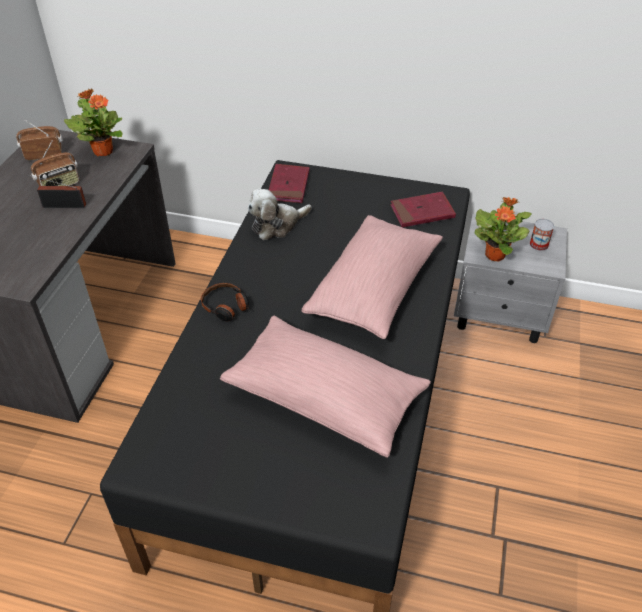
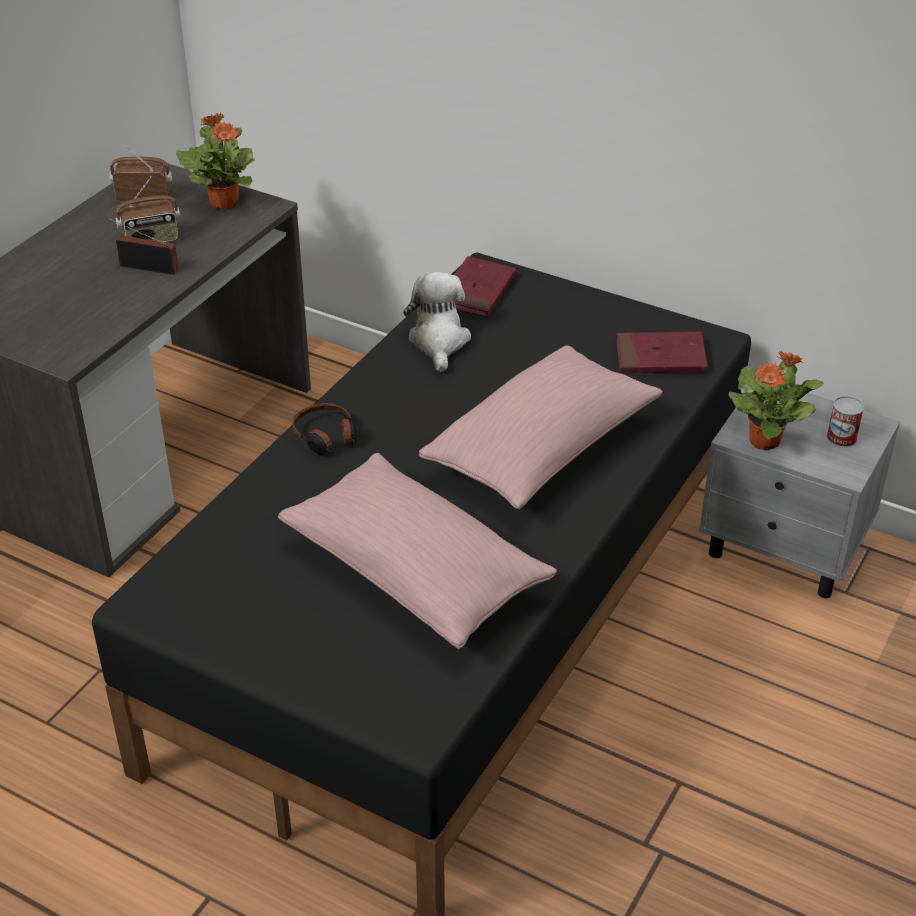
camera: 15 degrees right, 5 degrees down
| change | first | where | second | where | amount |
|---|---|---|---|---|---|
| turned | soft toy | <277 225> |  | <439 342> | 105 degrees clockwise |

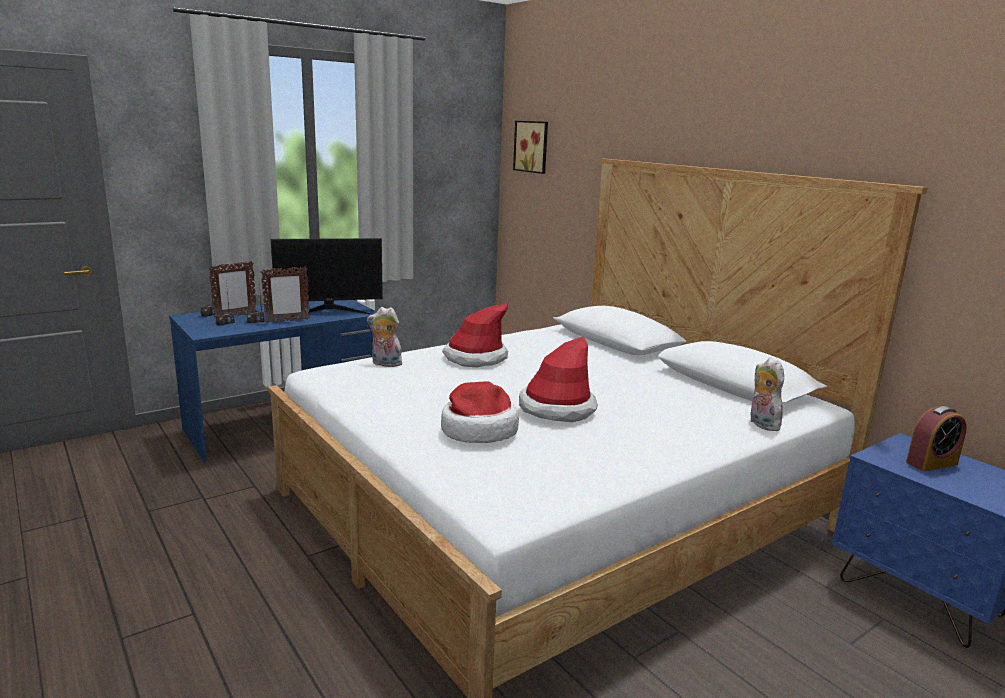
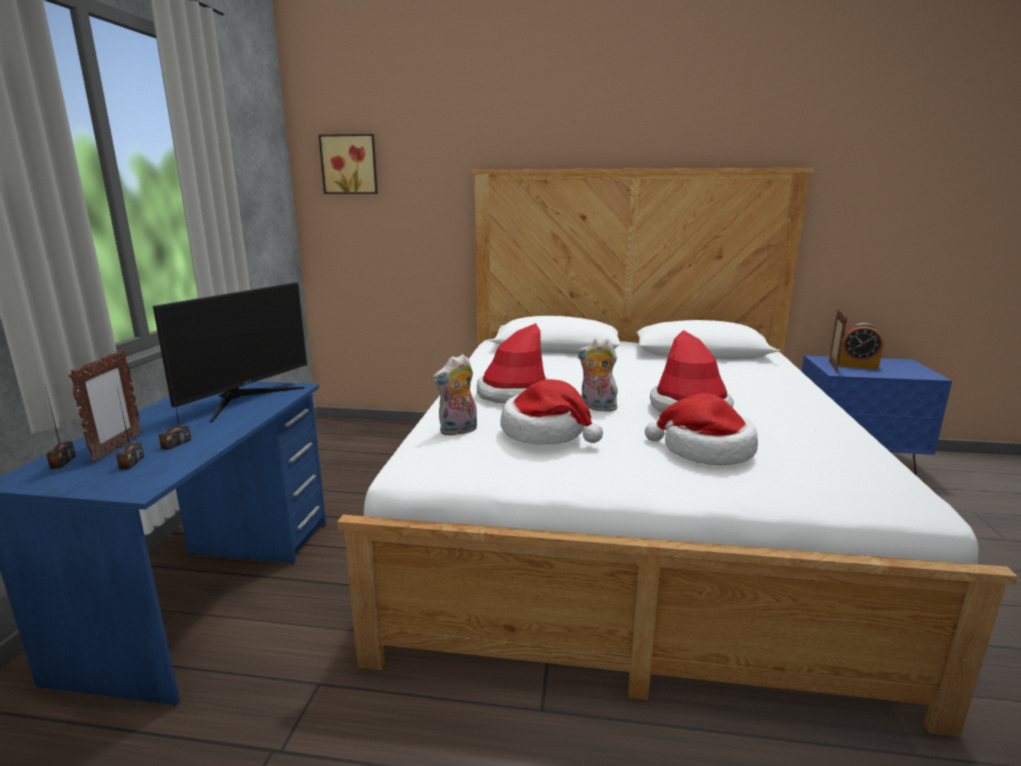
camera: 45 degrees left, 0 degrees up
| change | first | where | second | where | amount |
|---|---|---|---|---|---|
| moved | picture frame | <287 321> |  | <832 367> |  |
| moved | soft toy | <761 424> |  | <596 407> |  |
| turned | bedside clock | <931 463> |  | <857 366> | 90 degrees clockwise |
| added |  |  | wearable hat | <546 432> |  |

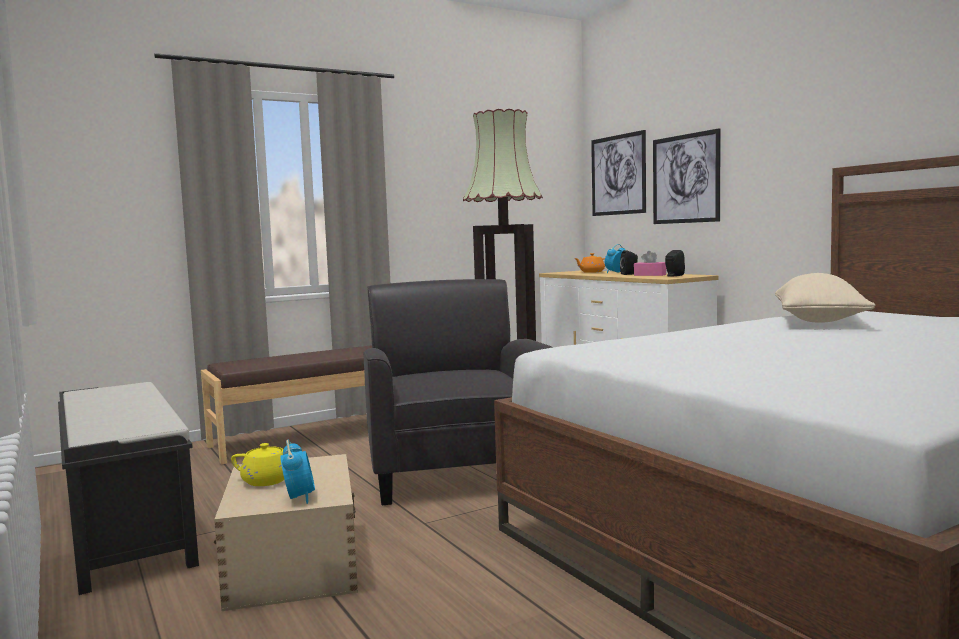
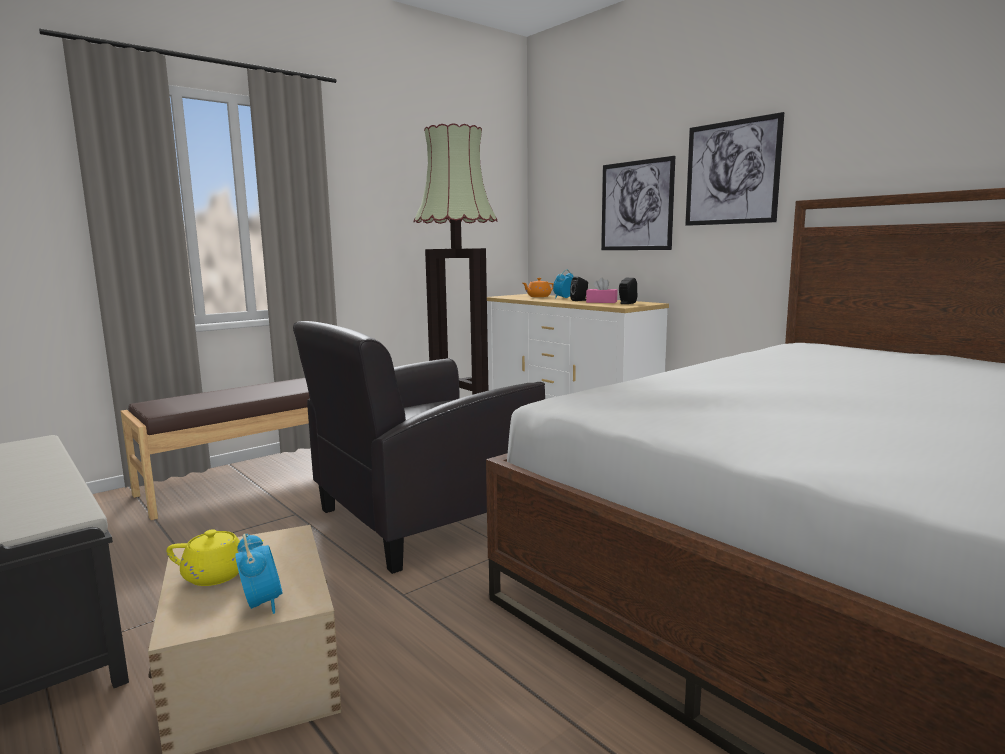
camera: 10 degrees left, 5 degrees up
| change | first | where | second | where | amount |
|---|---|---|---|---|---|
| moved | wall art | <618 175> |  | <731 173> |  |
| removed | pillow (sand-coloured) | <819 320> |  |  |  |
| turned | lounge chair (black) | <455 471> |  | <422 518> | 105 degrees counterclockwise |

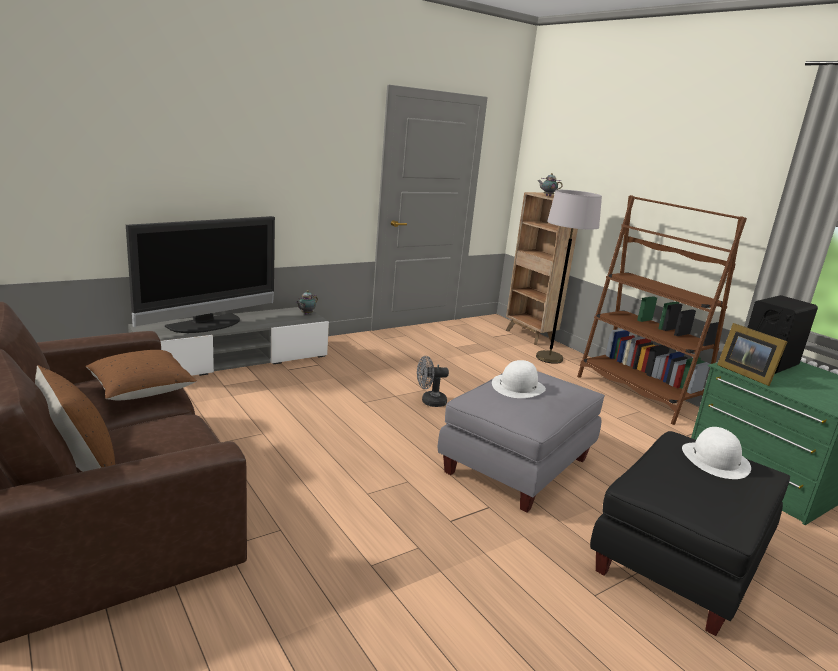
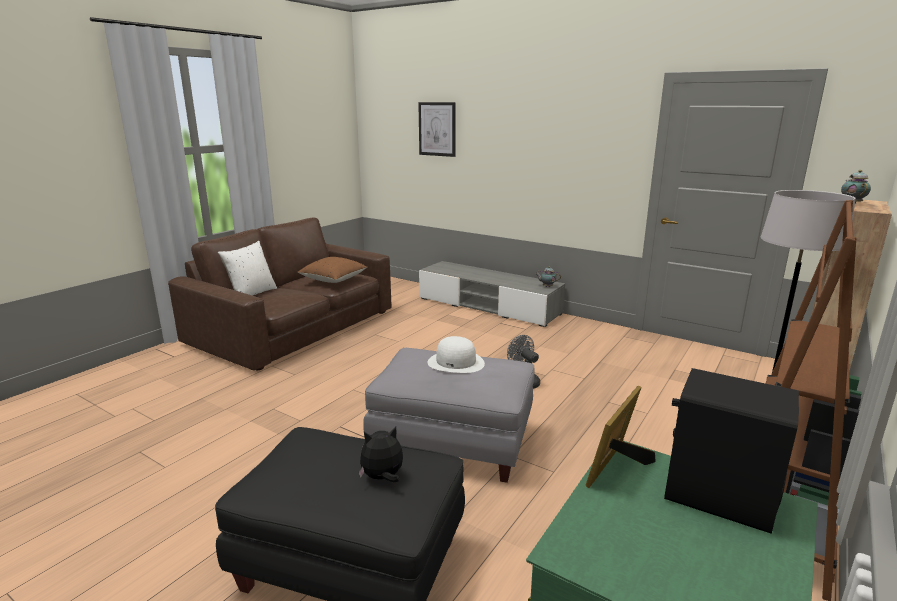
camera: 70 degrees right, 0 degrees up
| change | first | where | second | where | amount |
|---|---|---|---|---|---|
| removed | TV set | <207 325> |  |  |  |
| recoloured | pillow (brownish) | <80 468> | pillow (whitish) | <251 294> |  |
| replaced | wearable hat (whitish) | <715 460> | soft toy | <383 478> |  |
| added |  |  | wall art | <437 129> |  |

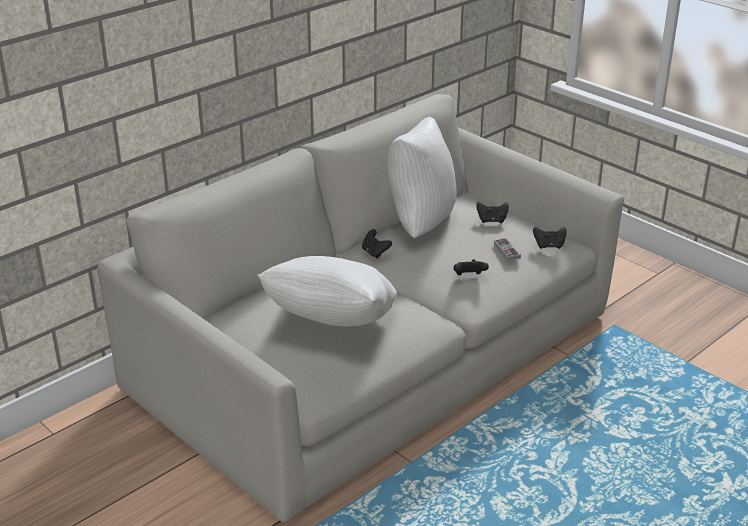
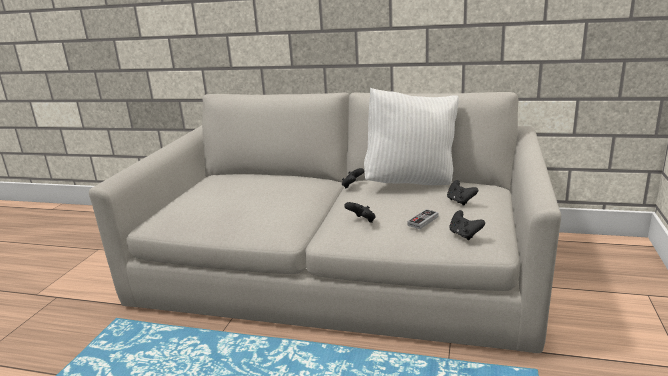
camera: 60 degrees right, 10 degrees down
| change | first | where | second | where | amount |
|---|---|---|---|---|---|
| removed | pillow (whitish) | <331 326> |  |  |  |

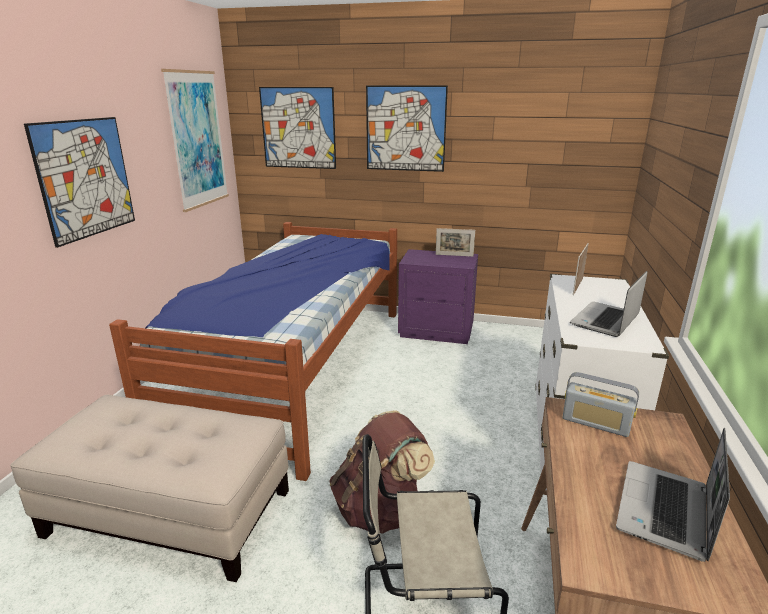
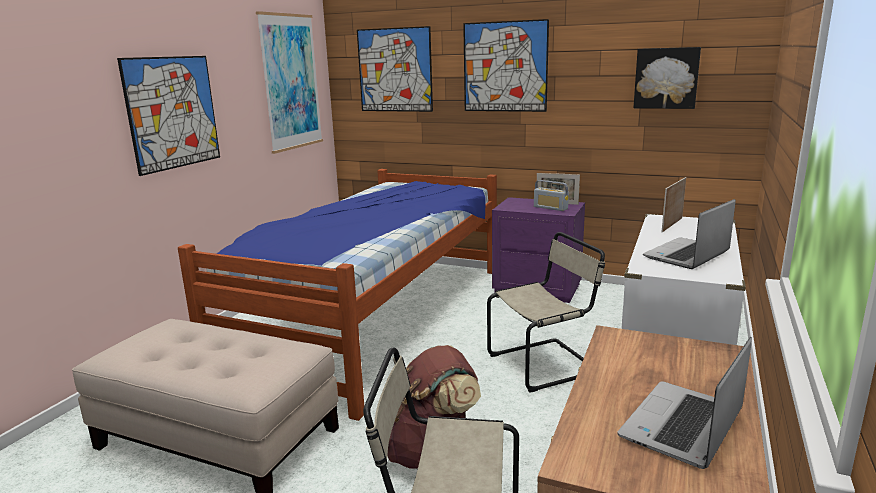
camera: 10 degrees right, 5 degrees down
| change | first | where | second | where | amount |
|---|---|---|---|---|---|
| moved | radio | <596 423> |  | <550 208> |  |
| added |  |  | wall art | <666 78> |  |
| added |  |  | plain chair (sand-coloured) | <545 364> |  |

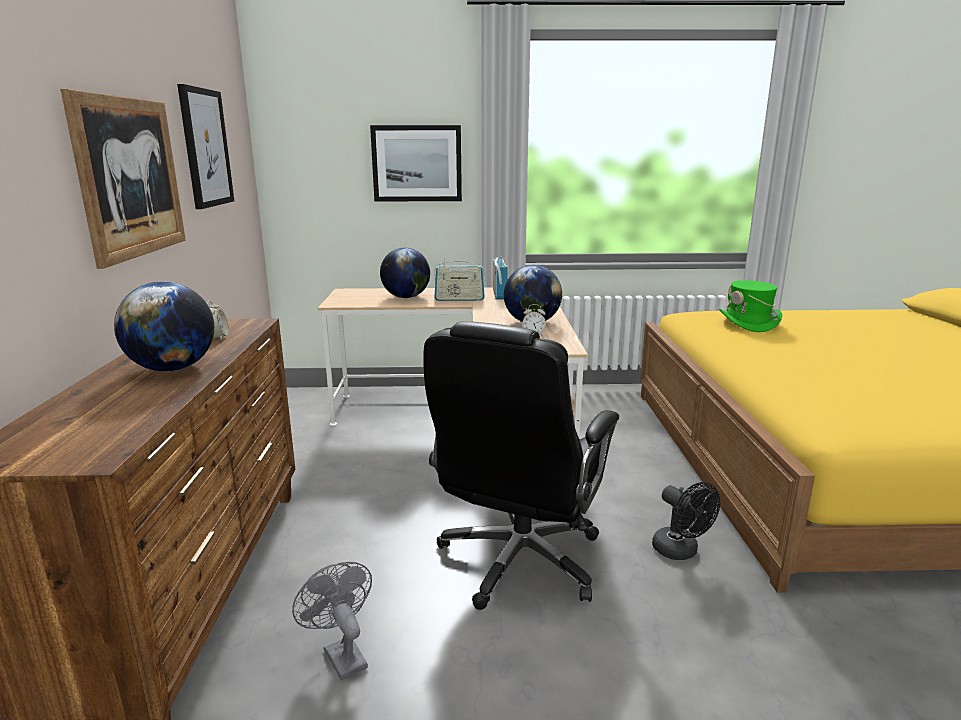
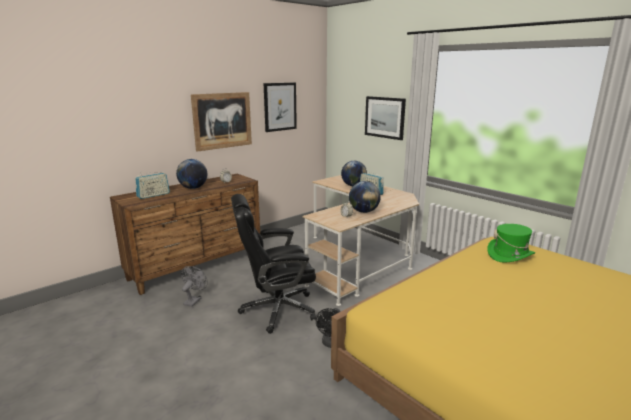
camera: 50 degrees right, 0 degrees up
| change | first | where | second | where | amount |
|---|---|---|---|---|---|
| moved | radio | <499 294> |  | <153 195> |  |

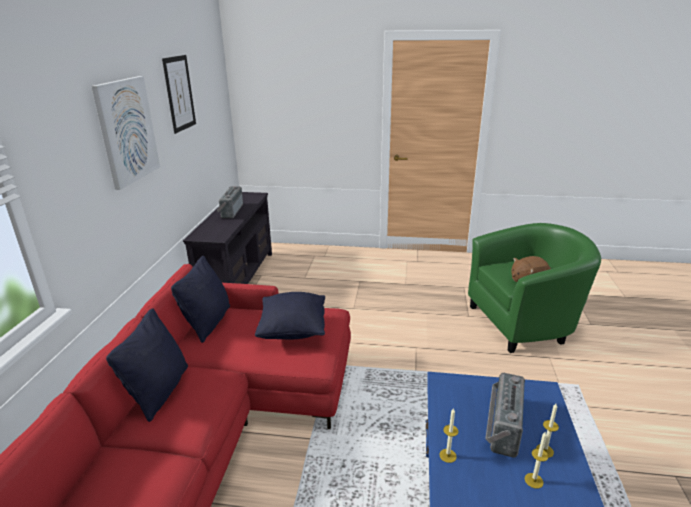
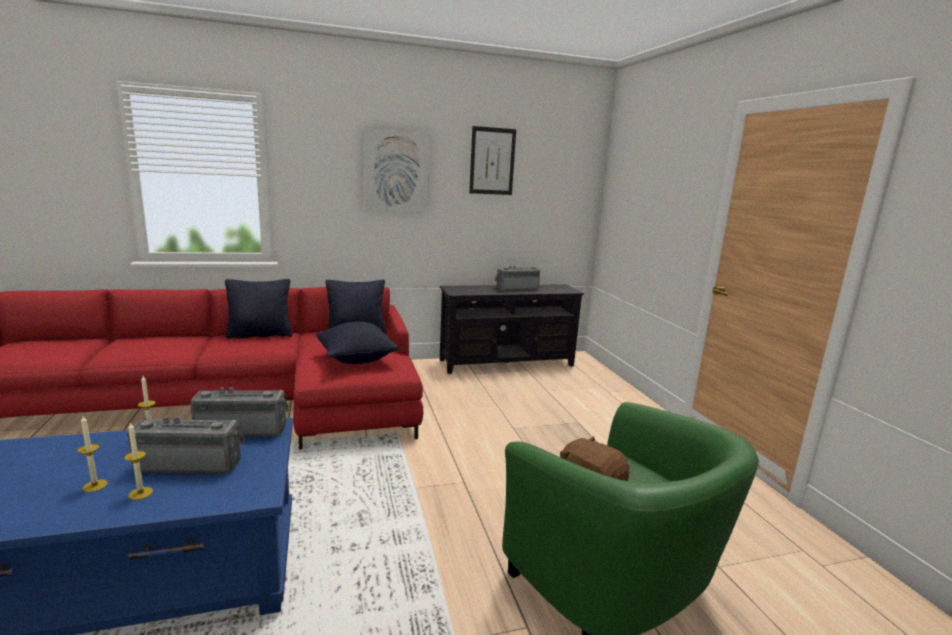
camera: 65 degrees right, 10 degrees down
| change | first | where | second | where | amount |
|---|---|---|---|---|---|
| added |  |  | radio | <243 429> |  |

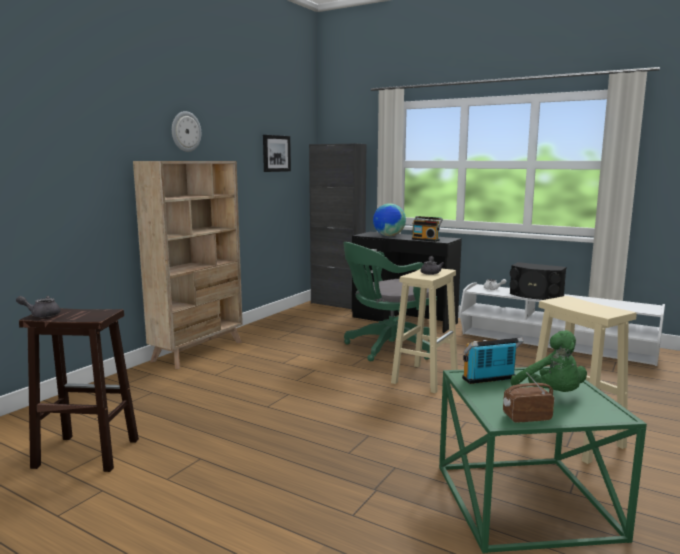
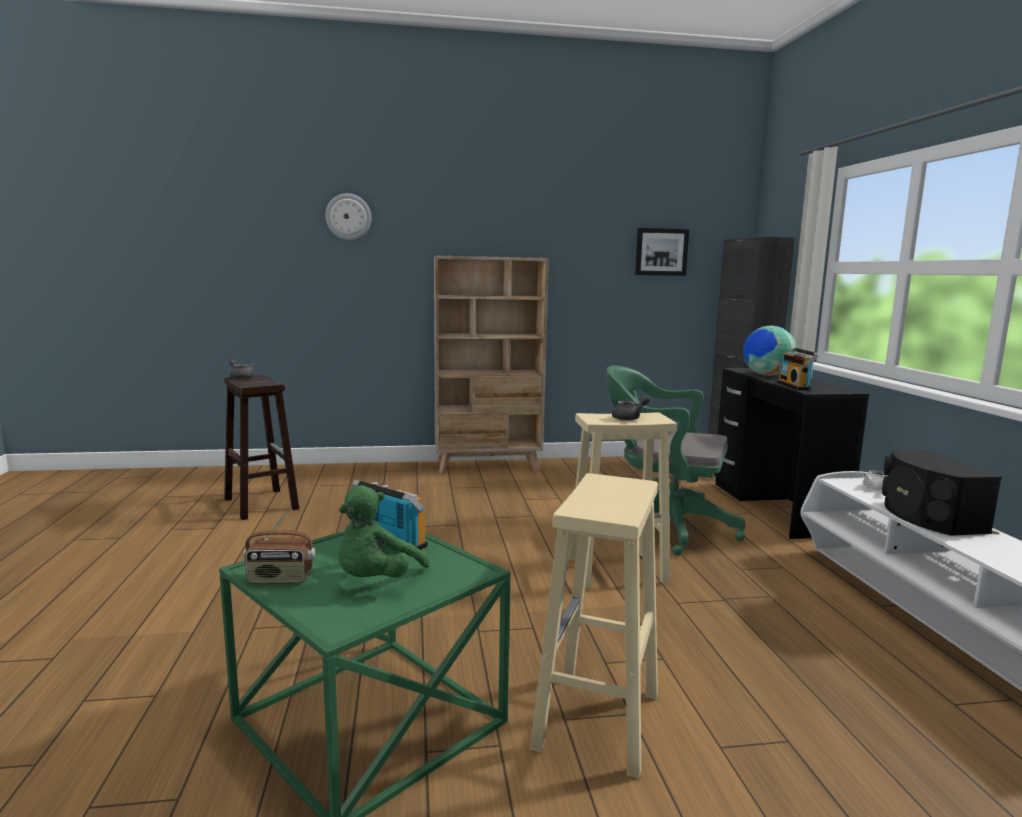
camera: 50 degrees right, 0 degrees up
| change | first | where | second | where | amount |
|---|---|---|---|---|---|
| moved | clock on the wall | <185 131> |  | <348 217> |  |
| turned | radio | <526 417> |  | <280 579> | 135 degrees clockwise |

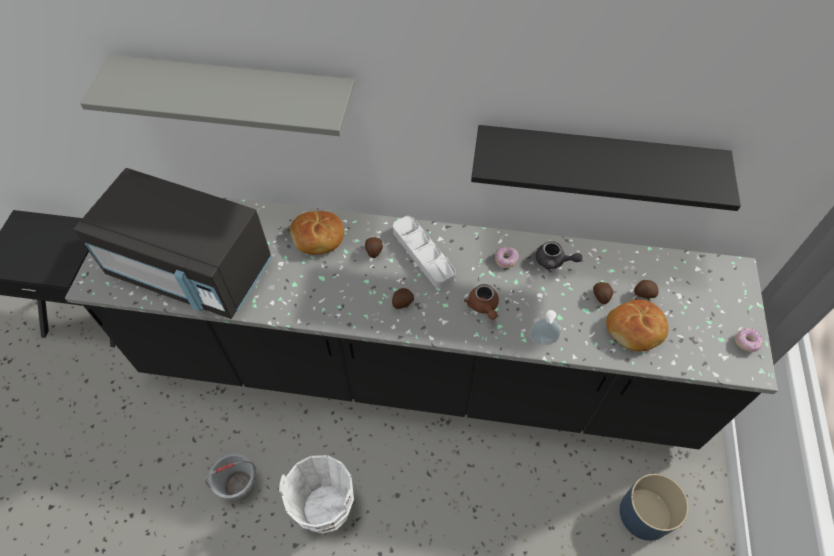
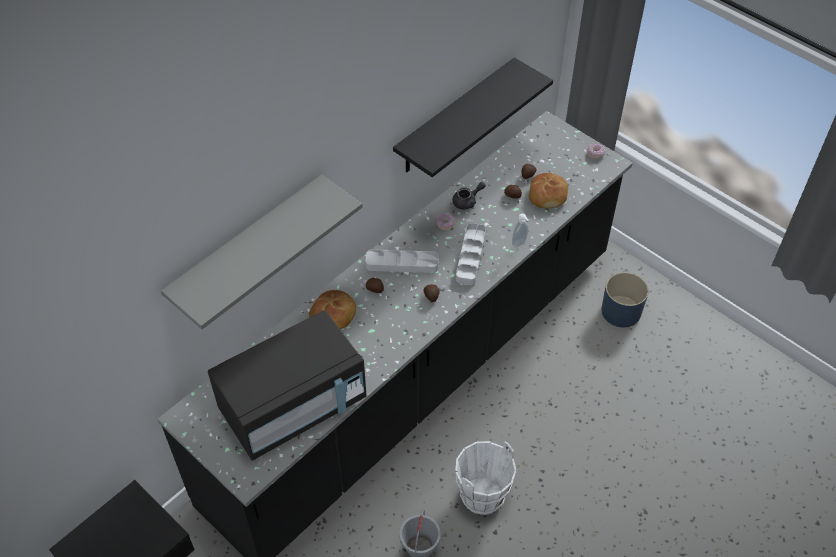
camera: 55 degrees left, 5 degrees down
| change | first | where | second | where | amount |
|---|---|---|---|---|---|
| replaced | tea pot (brownish) | <483 306> | serving tray (greyish) | <470 256> |  |

